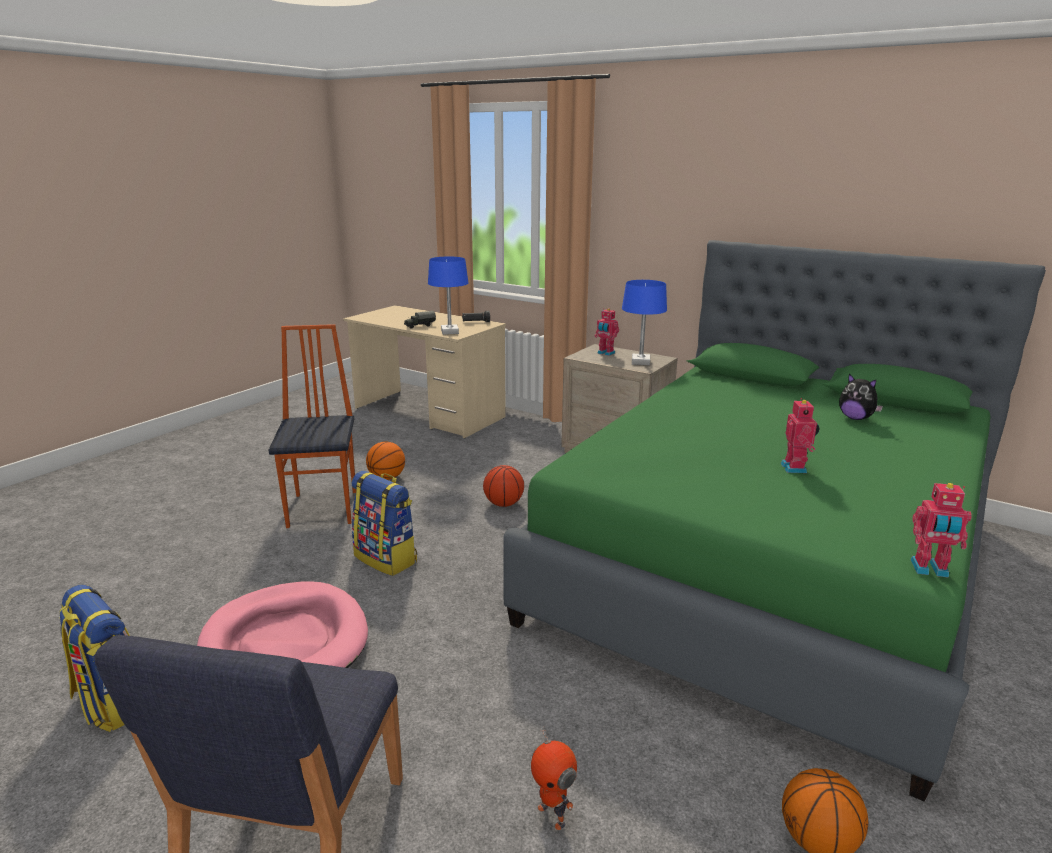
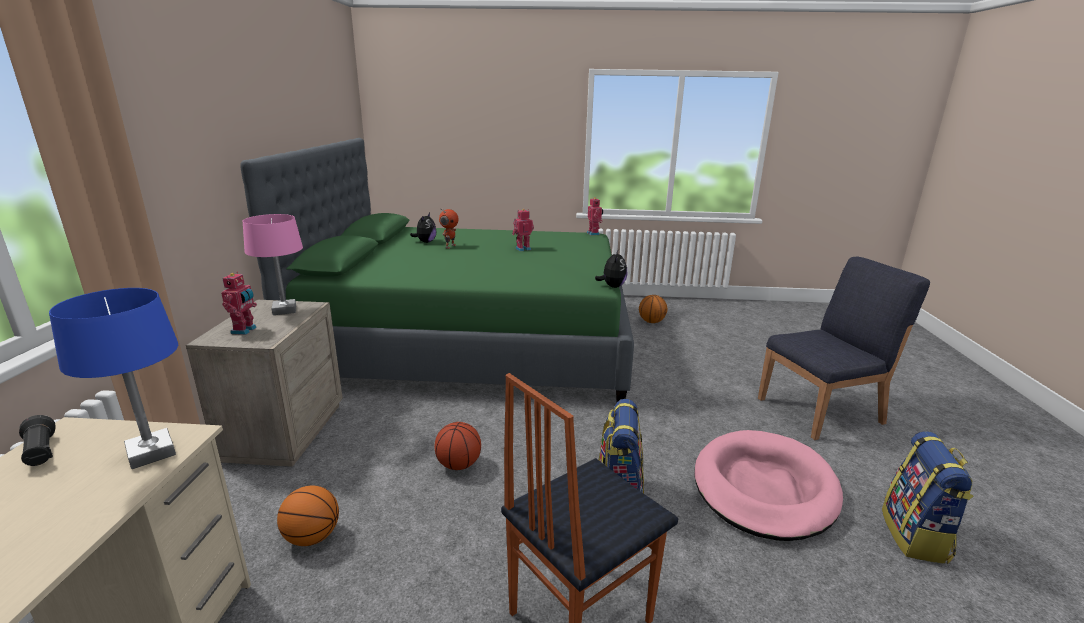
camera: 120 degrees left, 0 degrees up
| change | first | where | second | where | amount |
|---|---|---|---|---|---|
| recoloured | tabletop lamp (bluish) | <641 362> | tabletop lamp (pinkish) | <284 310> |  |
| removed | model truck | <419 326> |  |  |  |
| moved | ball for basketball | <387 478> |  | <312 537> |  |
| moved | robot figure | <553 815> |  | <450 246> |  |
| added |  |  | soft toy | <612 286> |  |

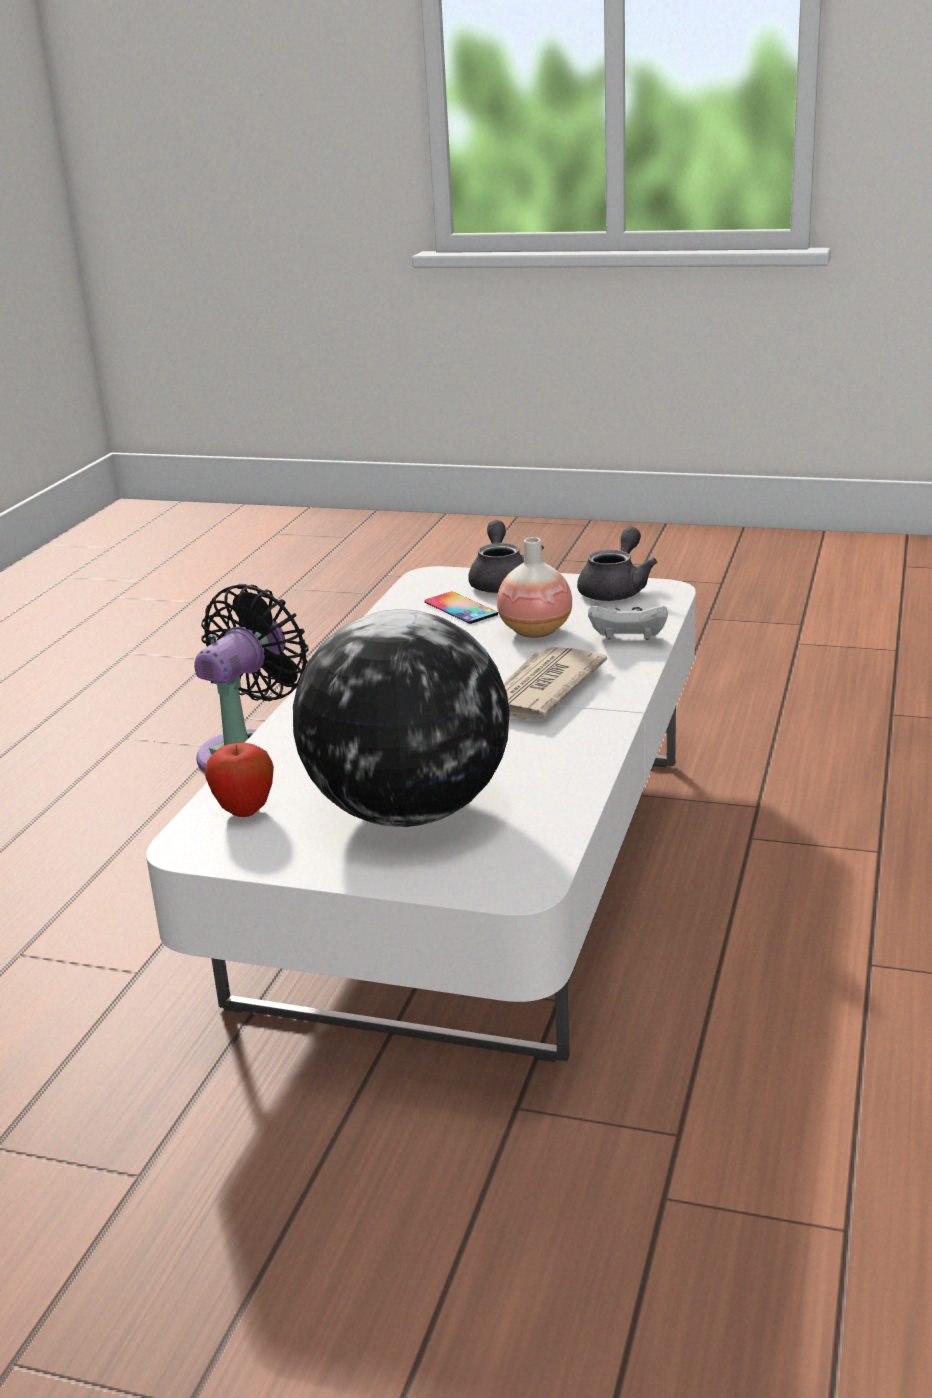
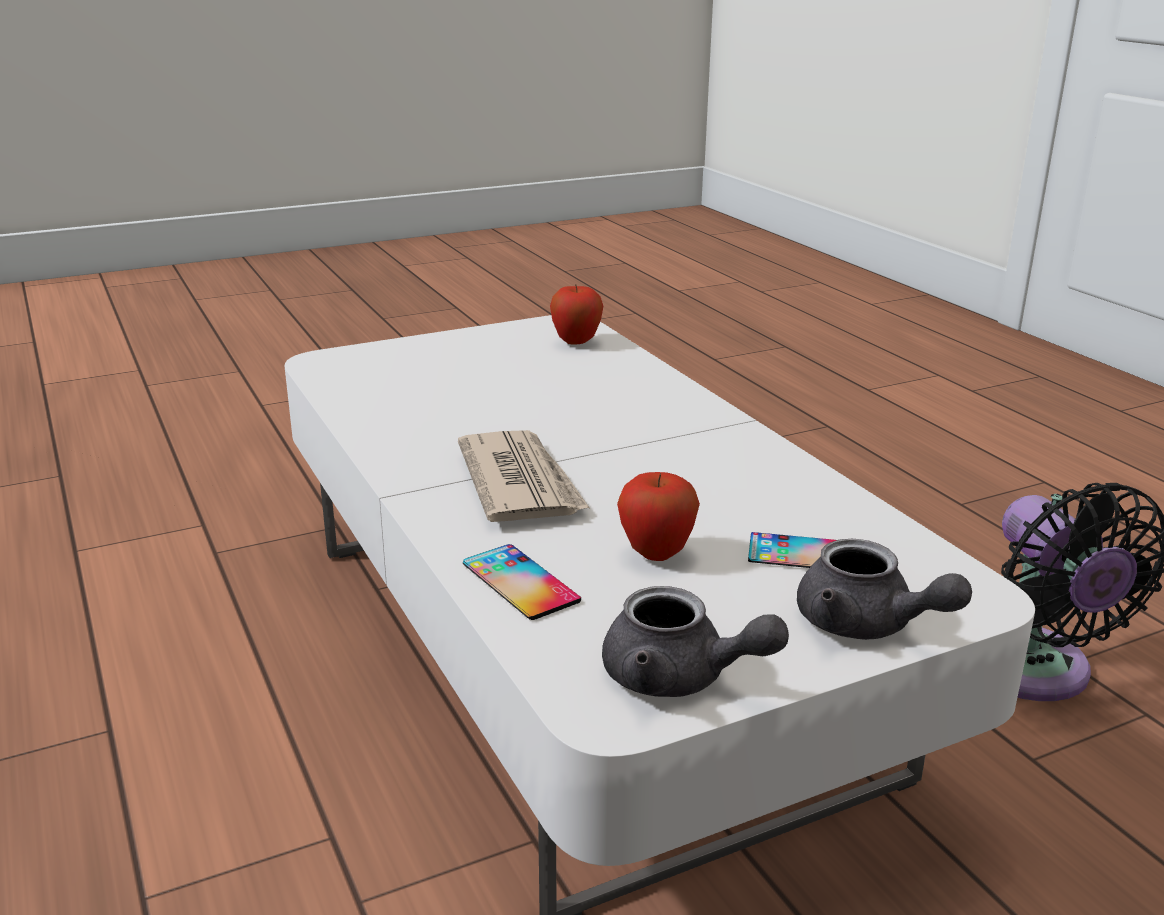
camera: 135 degrees right, 0 degrees up
| change | first | where | second | where | amount |
|---|---|---|---|---|---|
| turned | tea pot (greyish) | <616 590> |  | <679 678> | 45 degrees counterclockwise |
| replaced | flower vase | <535 631> | apple | <656 554> |  |
| replaced | gamepad (whitish) | <628 640> | phone | <520 582> |  |
| removed | desk globe | <407 812> |  |  |  |

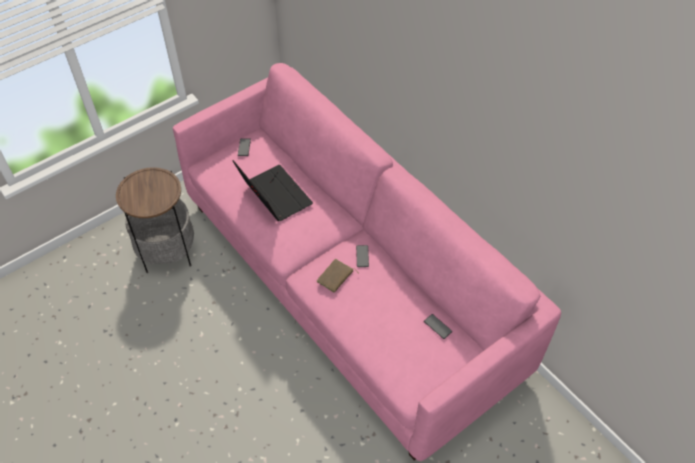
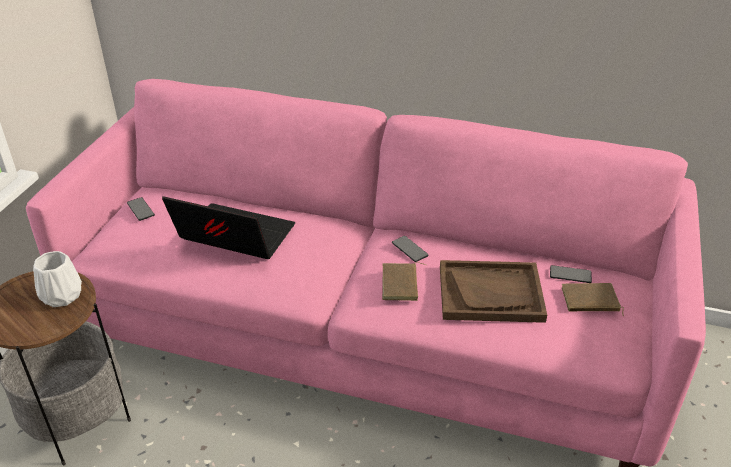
camera: 35 degrees left, 15 degrees down
| change | first | where | second | where | amount |
|---|---|---|---|---|---|
| added |  |  | flower vase (whitish) | <60 296> |  |
| added |  |  | serving tray (brownish) | <490 293> |  |
| added |  |  | book (brownish) | <590 301> |  |

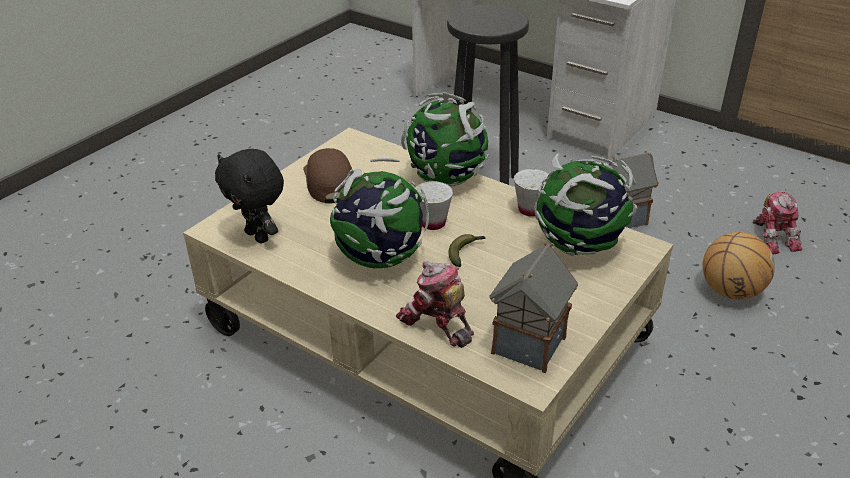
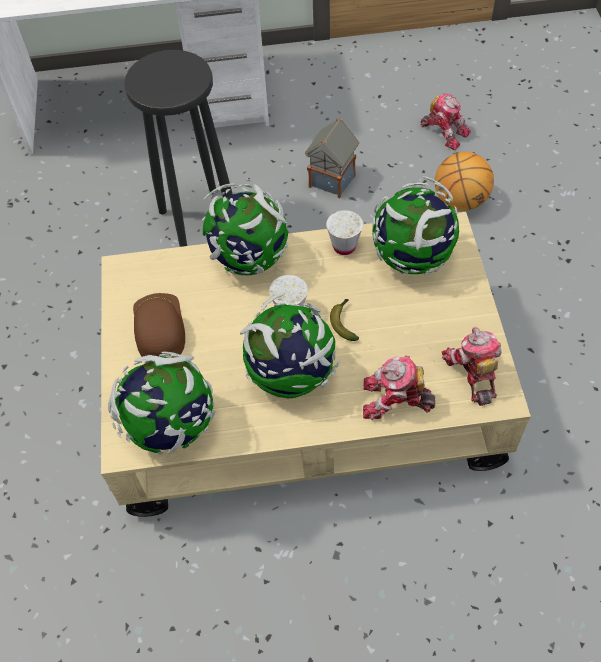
camera: 40 degrees left, 20 degrees up
| change | first | where | second | where | amount |
|---|---|---|---|---|---|
| turned | baseball cap (brownish) | <329 182> |  | <159 329> | 45 degrees clockwise |
| replaced | soft toy (black) | <259 236> | desk globe | <171 427> |  |
| replaced | miniature house | <528 347> | robot figure | <471 373> |  |

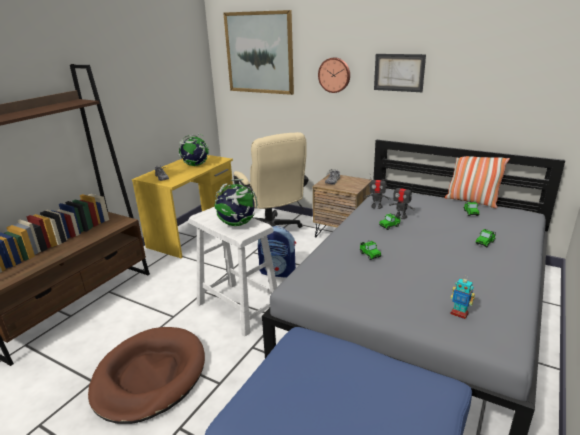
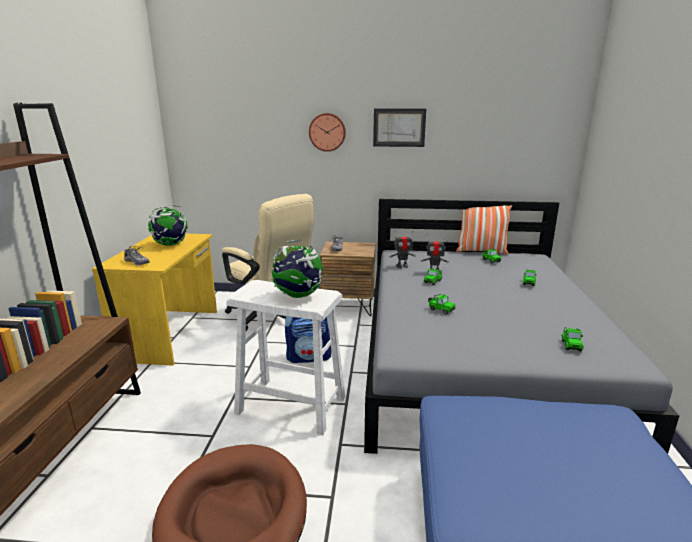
camera: 25 degrees left, 5 degrees down
| change | first | where | second | where | amount |
|---|---|---|---|---|---|
| removed | wall art | <259 53> |  |  |  |
| replaced | robot figure | <459 313> | miniature car | <571 345> |  |

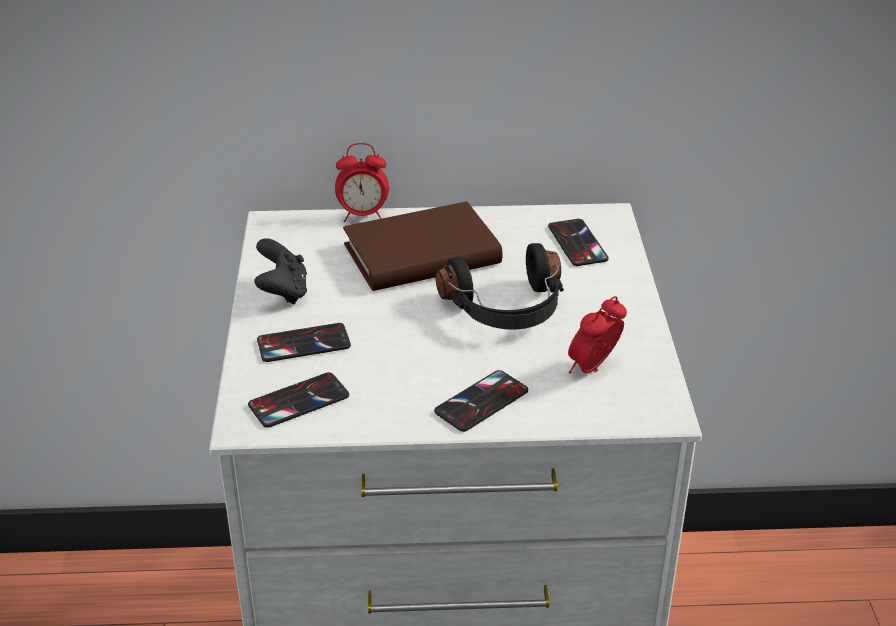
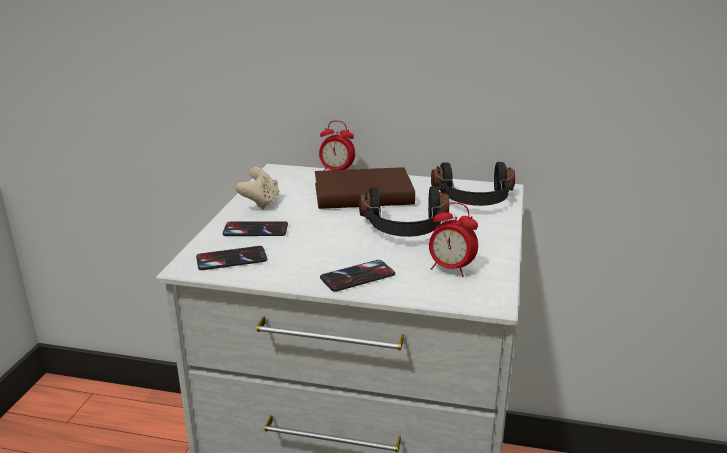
camera: 15 degrees right, 10 degrees down
| change | first | where | second | where | amount |
|---|---|---|---|---|---|
| replaced | phone | <577 243> | headset (black) | <474 200> |  |
| recoloured | gamepad (black) | <283 292> | gamepad (sand-coloured) | <260 203> |  |
| turned | bedside clock | <593 369> |  | <450 269> | 120 degrees counterclockwise |

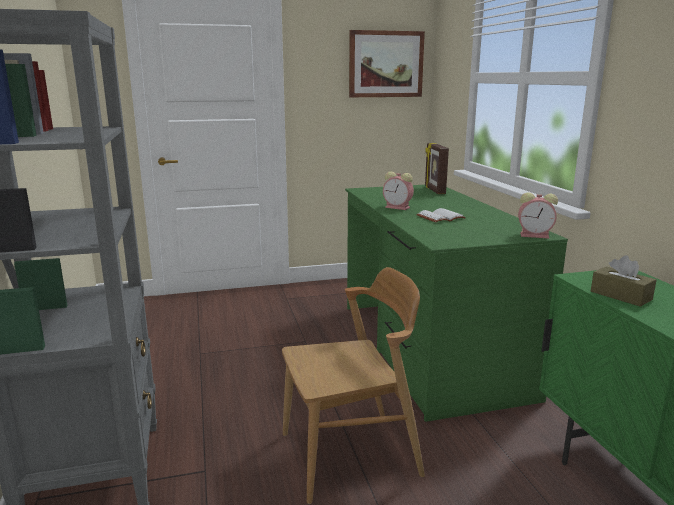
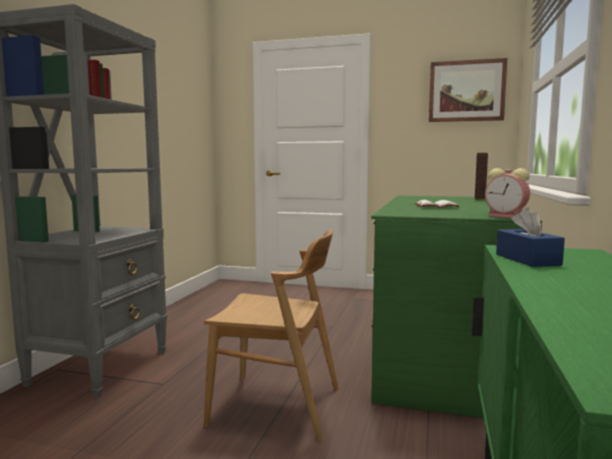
camera: 30 degrees right, 10 degrees down
| change | first | where | second | where | amount |
|---|---|---|---|---|---|
| removed | bedside clock | <398 207> |  |  |  |
| recoloured | tissue box (brownish) | <620 295> | tissue box (bluish) | <527 259> |  |

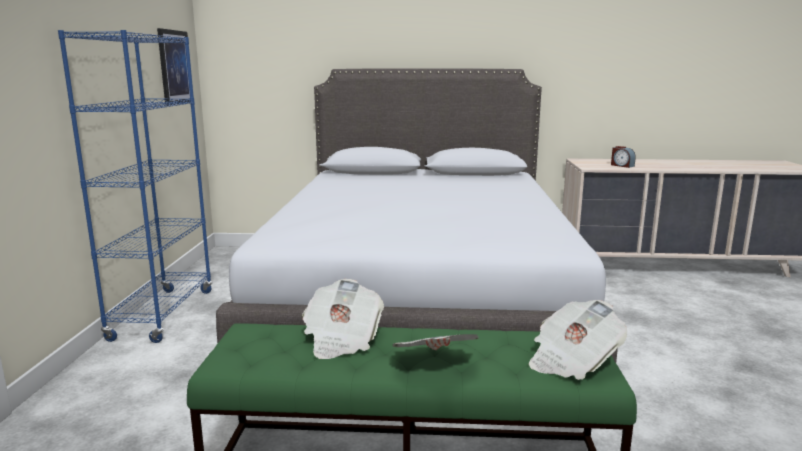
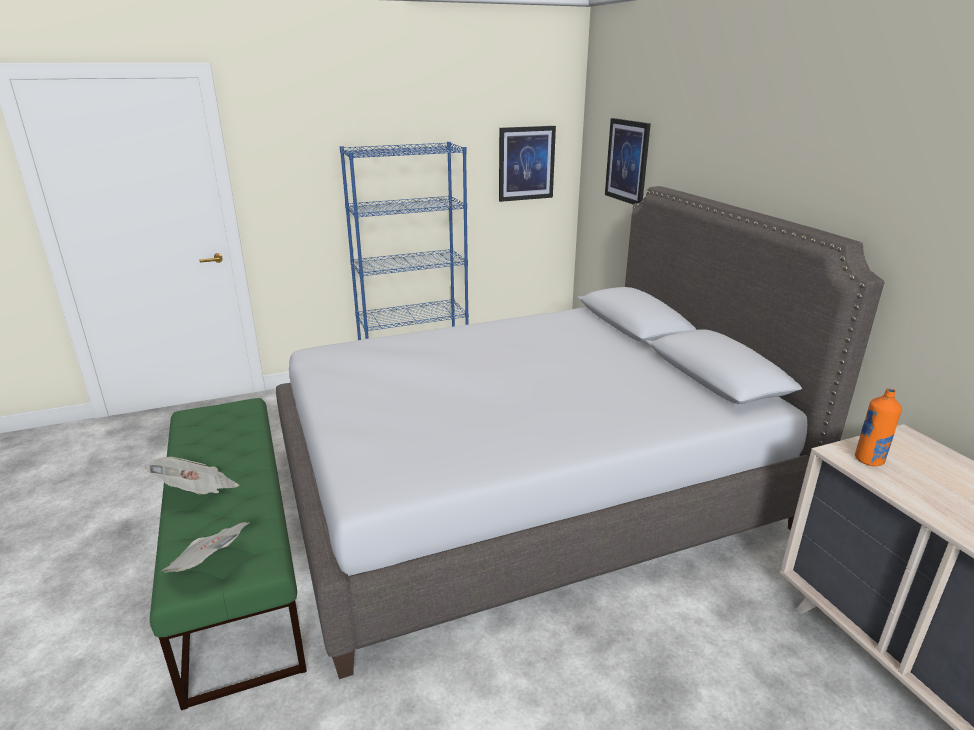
camera: 65 degrees right, 10 degrees up
| change | first | where | second | where | amount |
|---|---|---|---|---|---|
| removed | bedside clock | <622 165> |  |  |  |
| removed | newspaper | <341 339> |  |  |  |
| added |  |  | wall art | <627 161> |  |
| added |  |  | drink bottle (orange) | <869 460> |  |

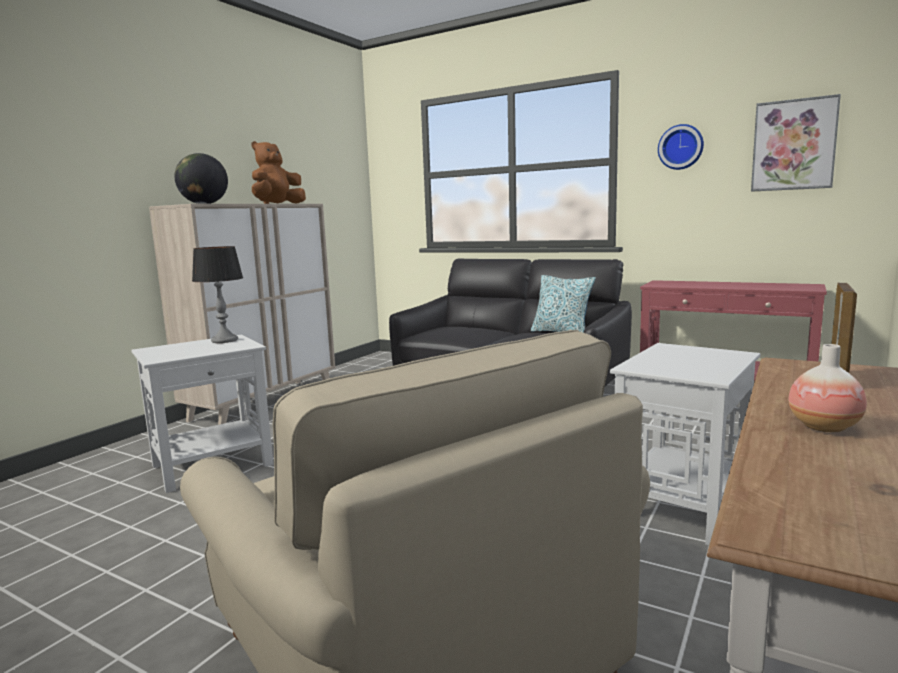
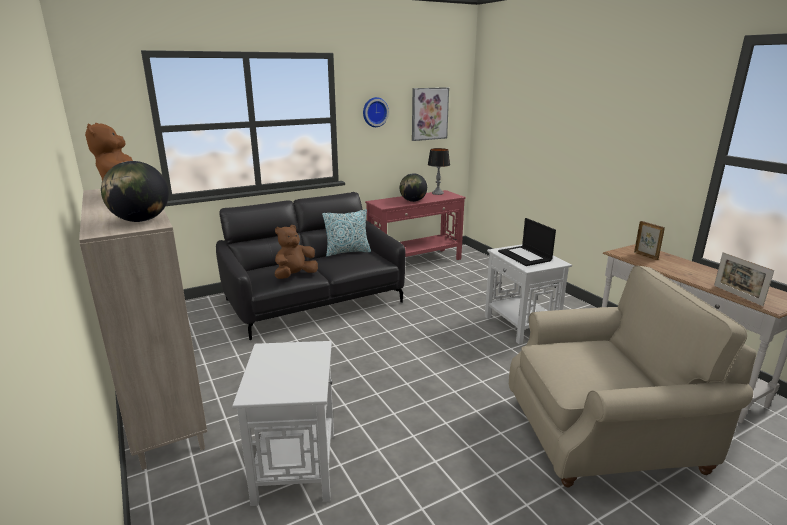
camera: 60 degrees left, 10 degrees up
| change | first | where | second | where | amount |
|---|---|---|---|---|---|
| moved | tabletop lamp | <225 340> |  | <437 193> |  |
| removed | flower vase | <823 427> |  |  |  |
| added |  |  | desk globe | <413 201> |  |
| added |  |  | notebook computer | <525 256> |  |
| added |  |  | soft toy (brownish) | <295 276> |  |
| added |  |  | picture frame | <737 295> |  |

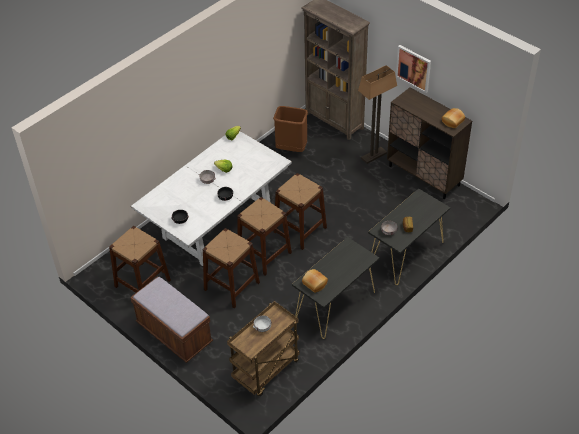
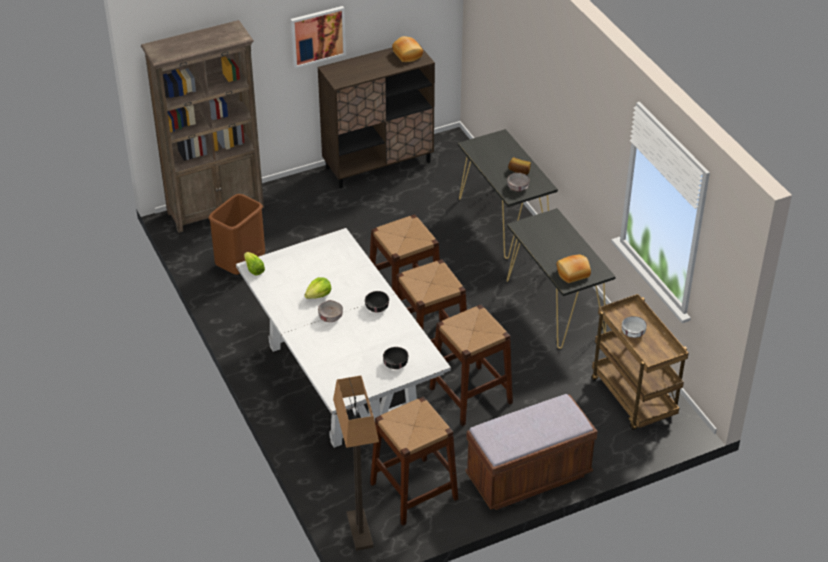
camera: 70 degrees left, 5 degrees down
| change | first | where | second | where | amount |
|---|---|---|---|---|---|
| moved | standing lamp | <373 156> |  | <360 531> |  |

